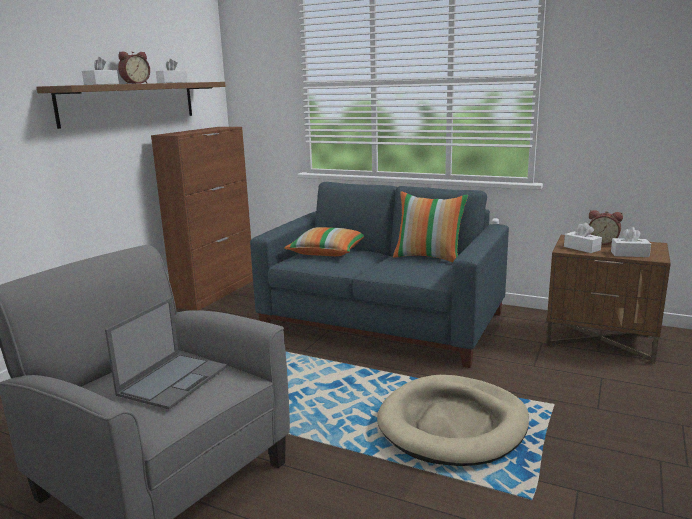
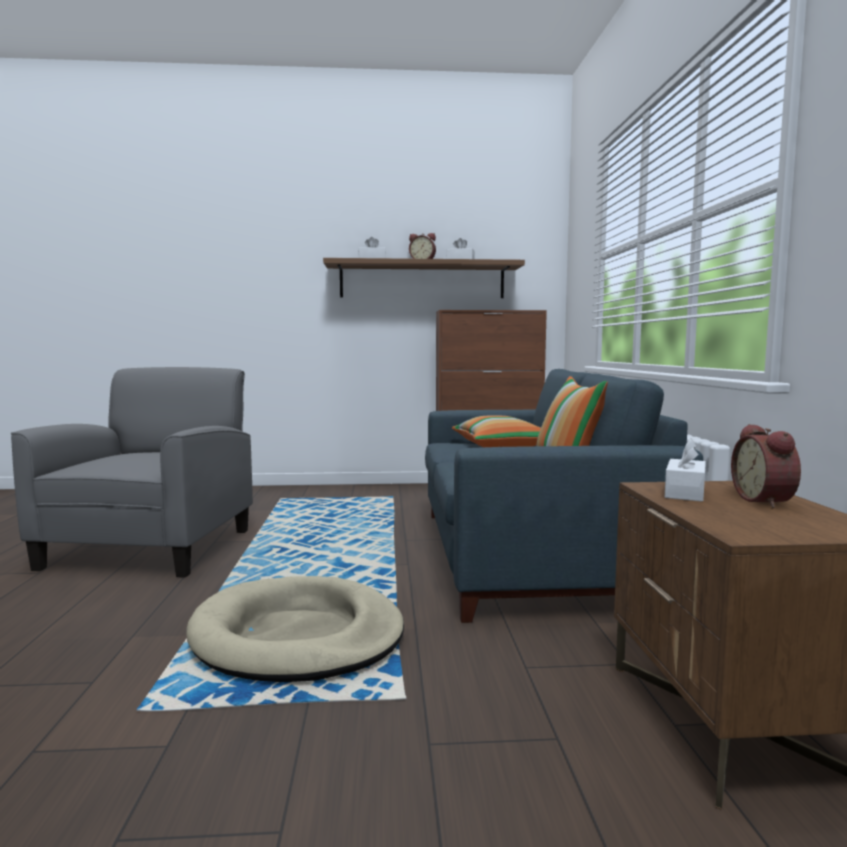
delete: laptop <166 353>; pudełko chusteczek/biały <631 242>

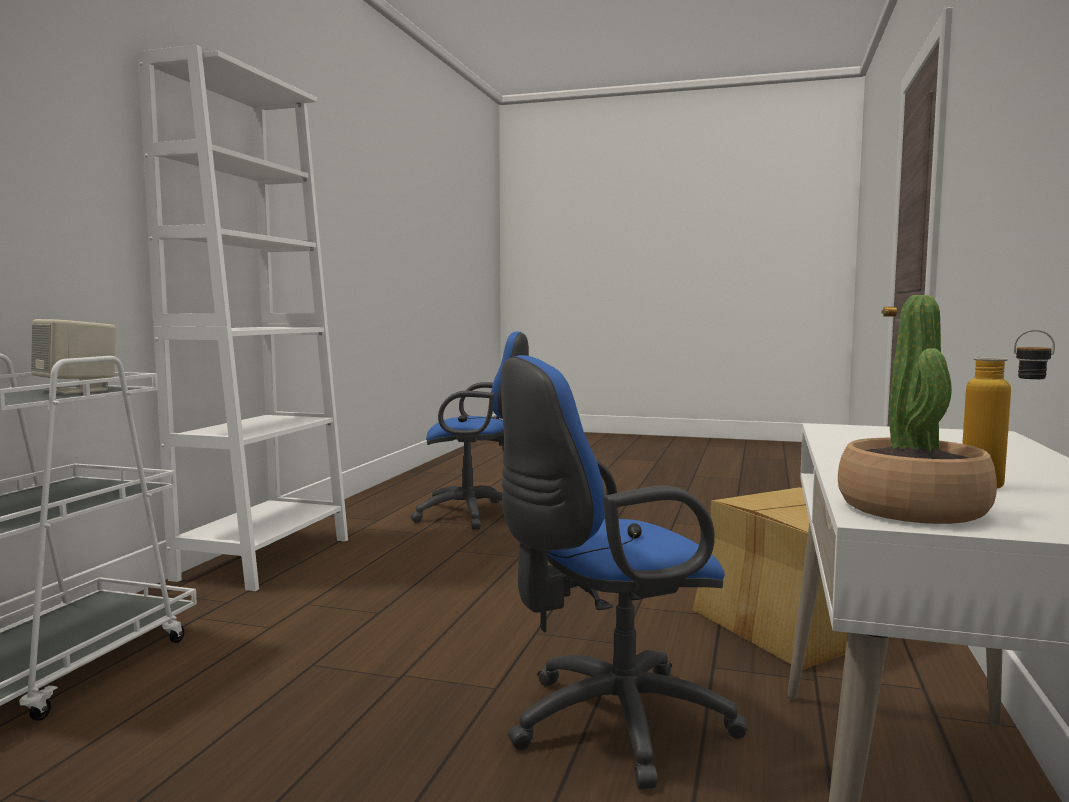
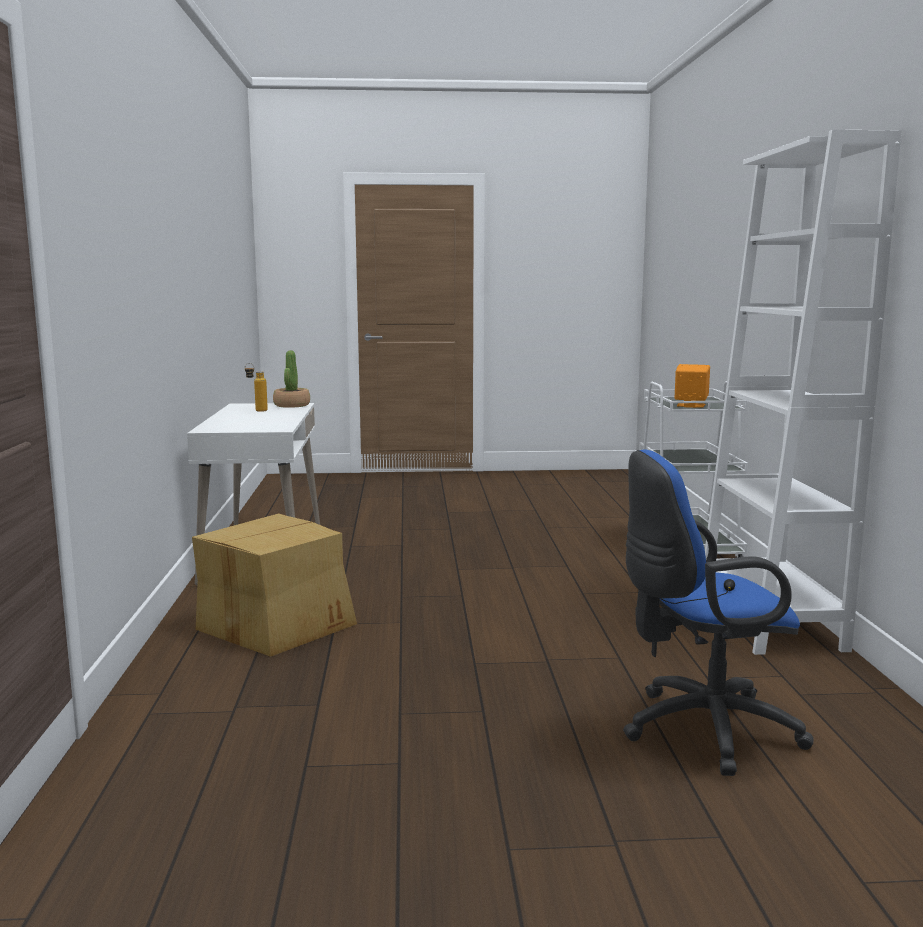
delete: krzesło biurowe/niebieski <624 572>
recolor: głośnik/beżowy <73 356> to głośnik/pomarańczowy <692 386>

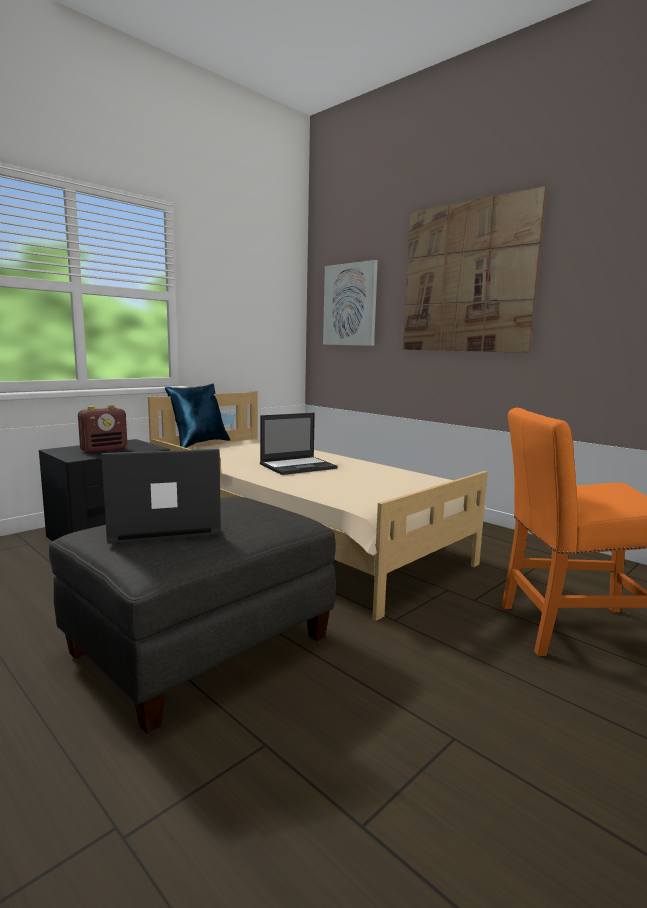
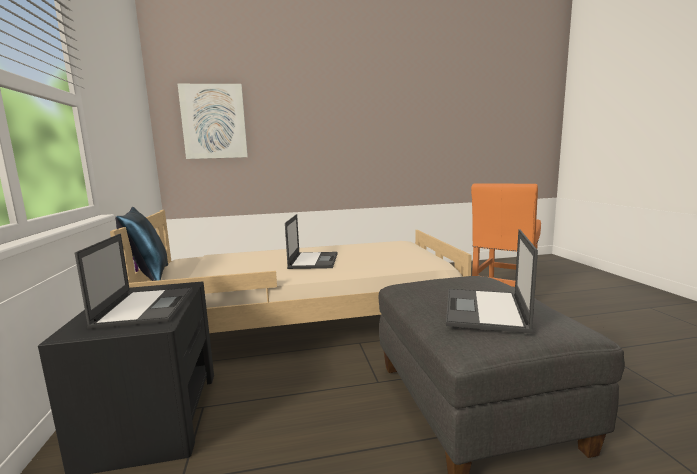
delete: obraz <474 269>
replace: radio <102 429> to laptop <133 281>

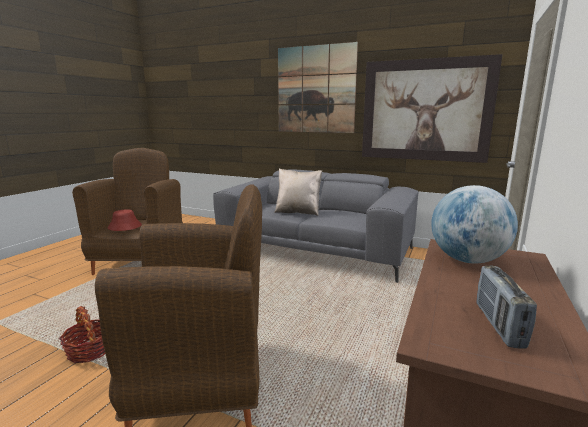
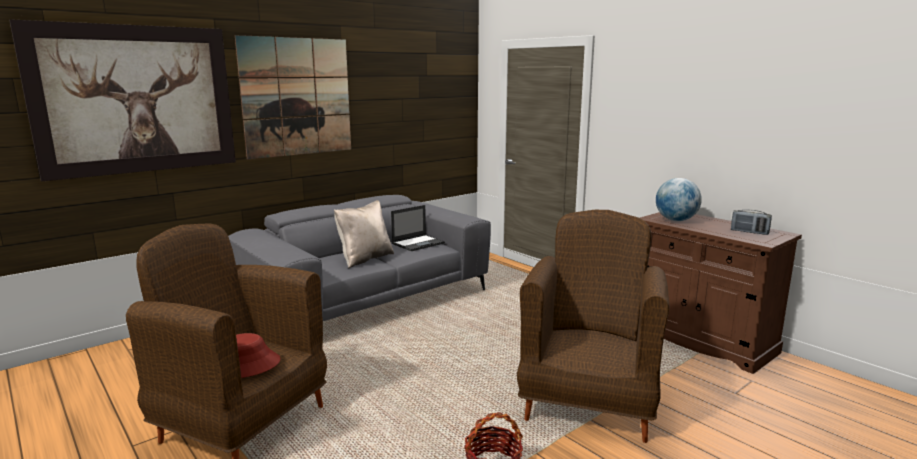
insert: laptop <418 228>
move: obraz <432 108> to <122 100>

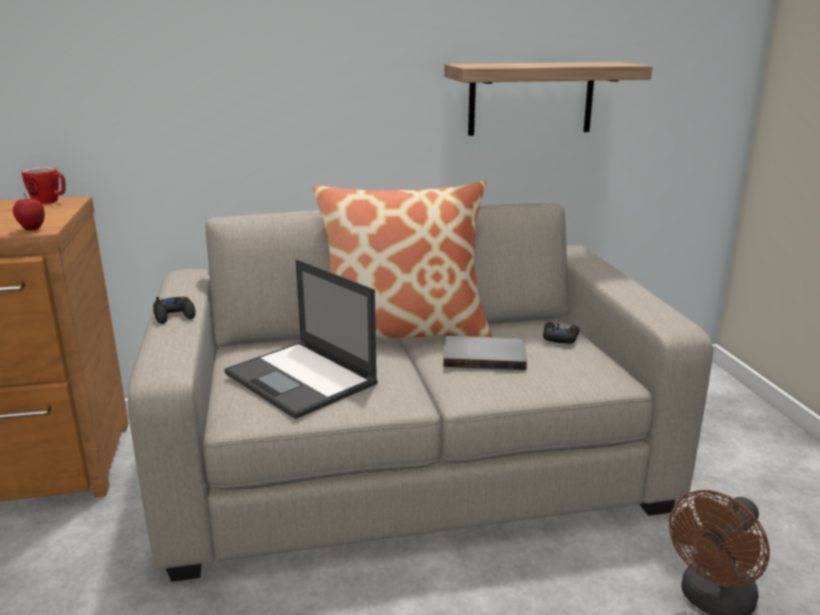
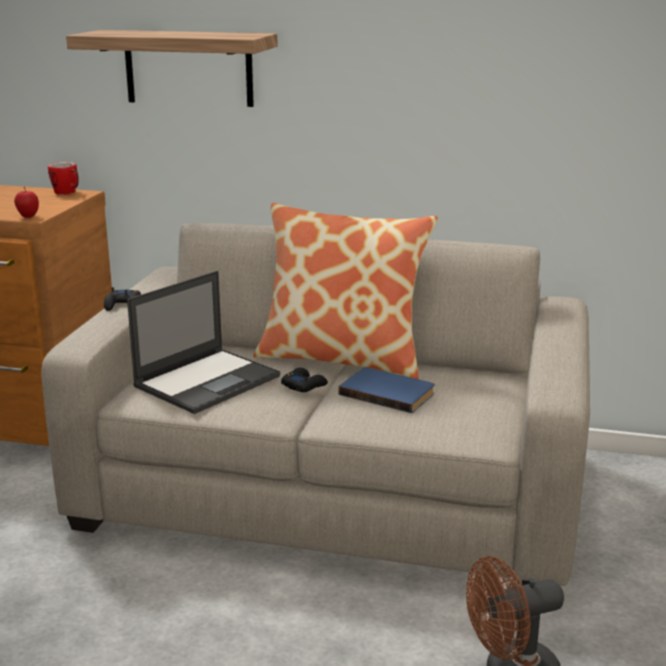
move: półka <548 99> to <171 68>; pad do gier/czarny <561 333> to <304 380>
recolor: książka/szary <485 353> to książka/niebieski <386 390>
rotate: laptop <301 339> = <203 342> 120 degrees counterclockwise

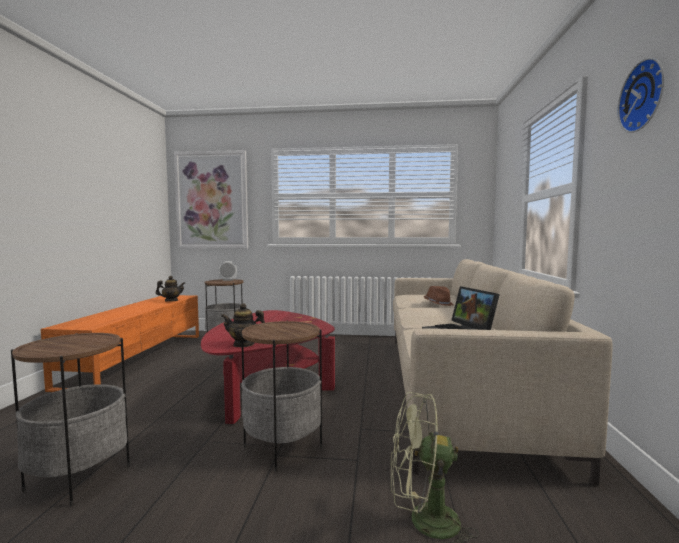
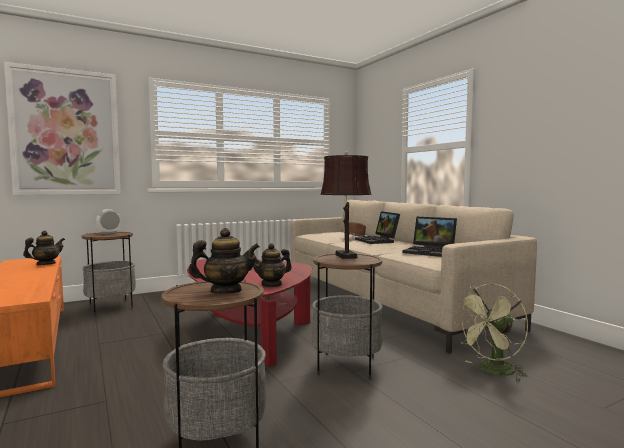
delete: zegar ścienny <640 95>
insert: imbryk <224 261>; lampa stołowa/brązowy <346 205>; laptop <377 227>

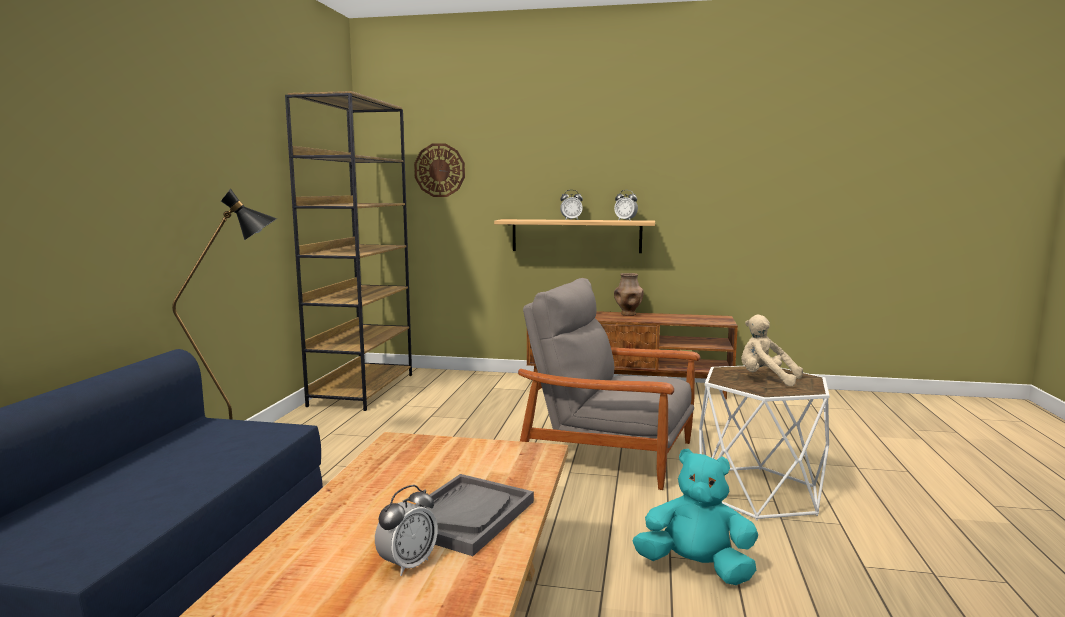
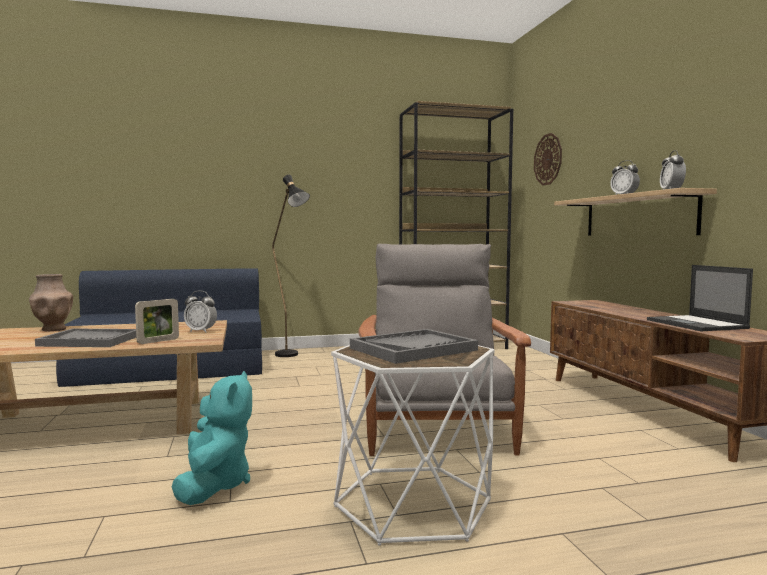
insert: ramka na zdjęcie <157 321>; laptop <700 298>
move: budzik <406 530> to <200 312>; wazon/brązowy <629 294> to <51 302>
replace: pluszak/beżowy <772 350> to taca/szary <414 346>

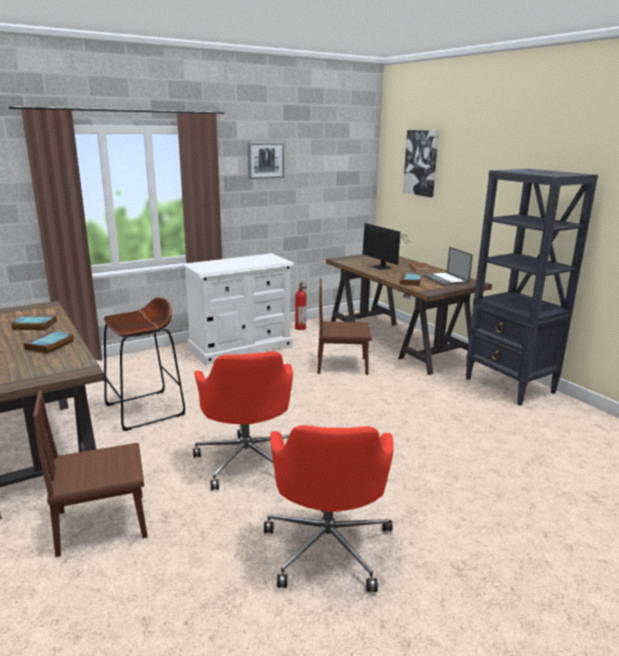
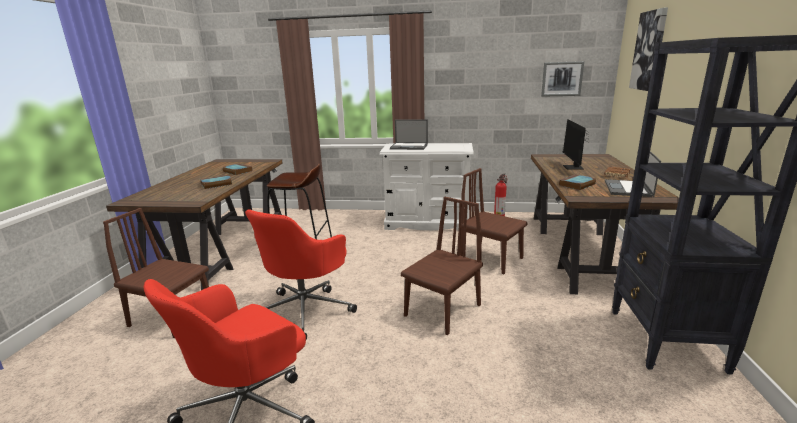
insert: laptop <409 135>; krzesło/brązowy <442 266>
move: obraz <266 160> to <562 79>

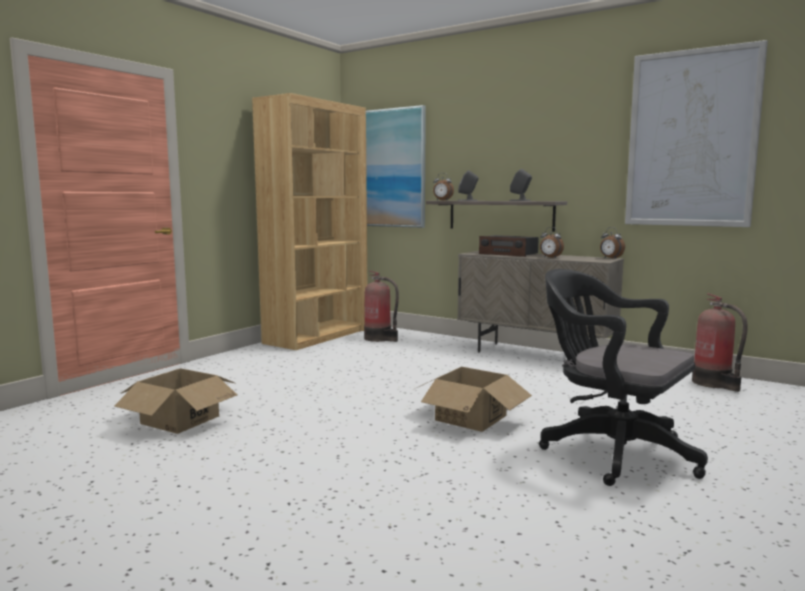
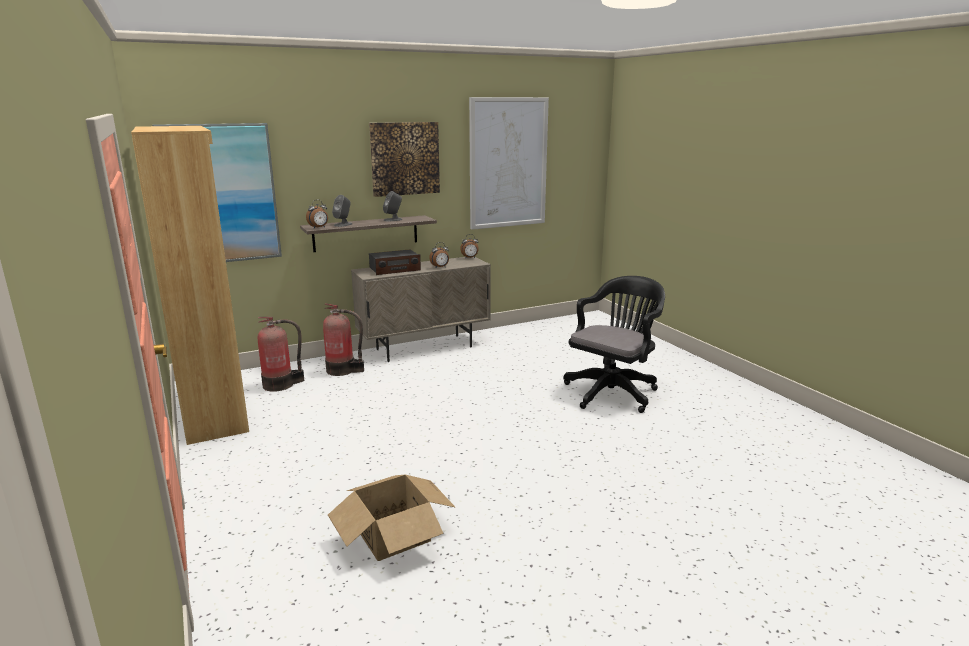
delete: karton <475 399>
insert: obraz <404 159>
move: gaśnica <720 342> to <343 339>
rotate: krzesło biurowe/czarny <623 377> = <614 344> 150 degrees clockwise

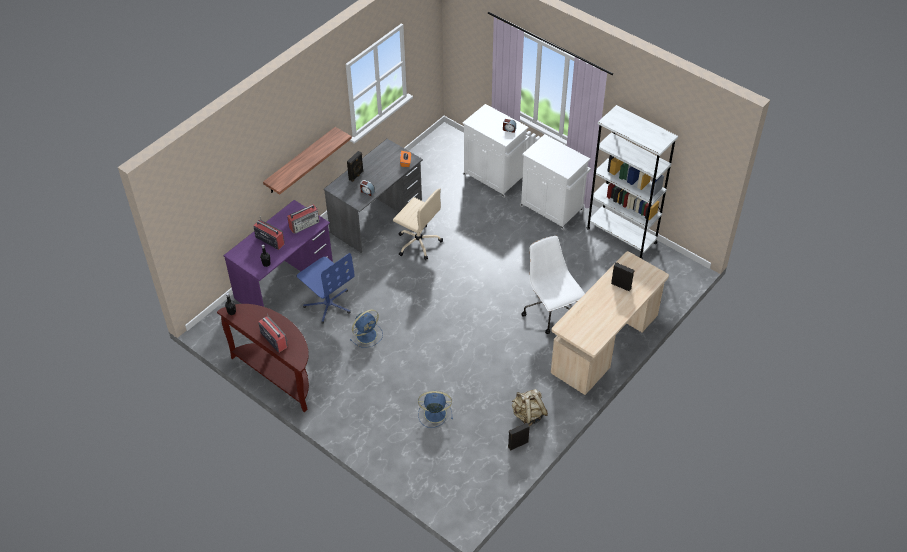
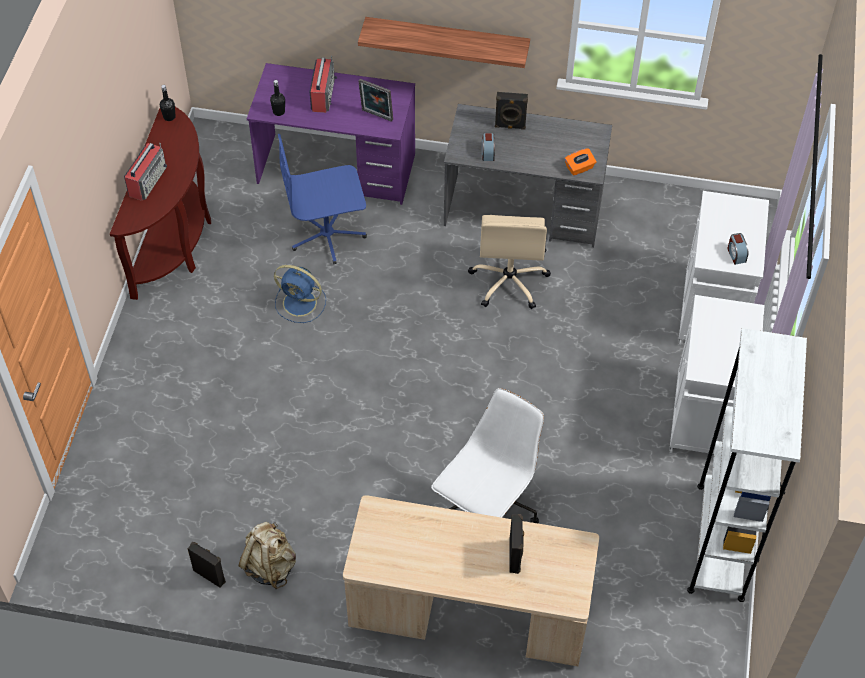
delete: wentylator/niebieski <435 409>
replace: radio <303 219> to ramka na zdjęcie <375 100>
rotate: krzesło biurowe/niebieski <326 288> = <322 199> 60 degrees clockwise

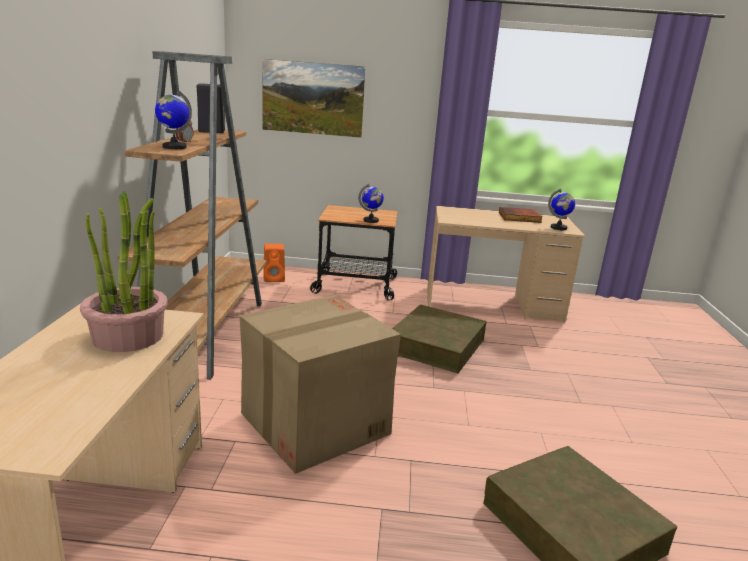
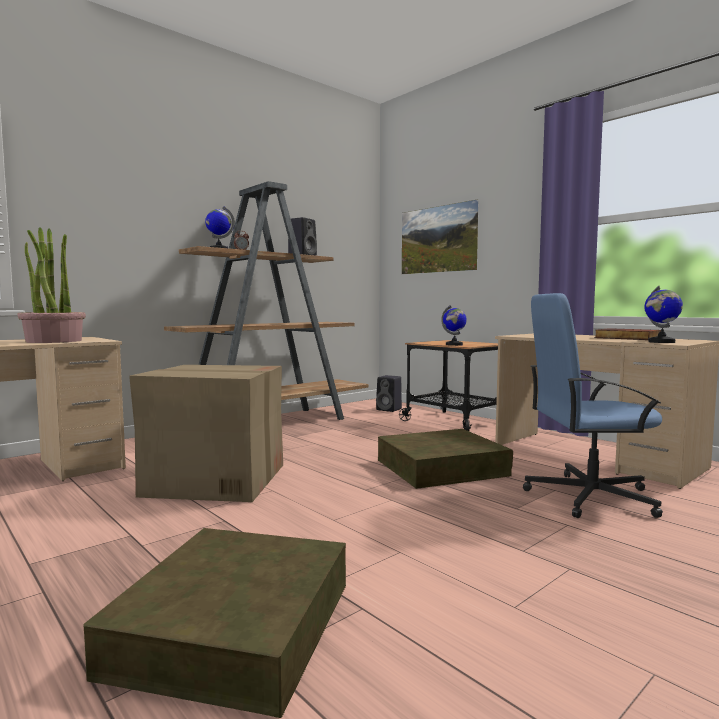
insert: krzesło biurowe/niebieski <593 405>
recolor: głośnik/pomarańczowy <274 263> to głośnik/czarny <389 393>

